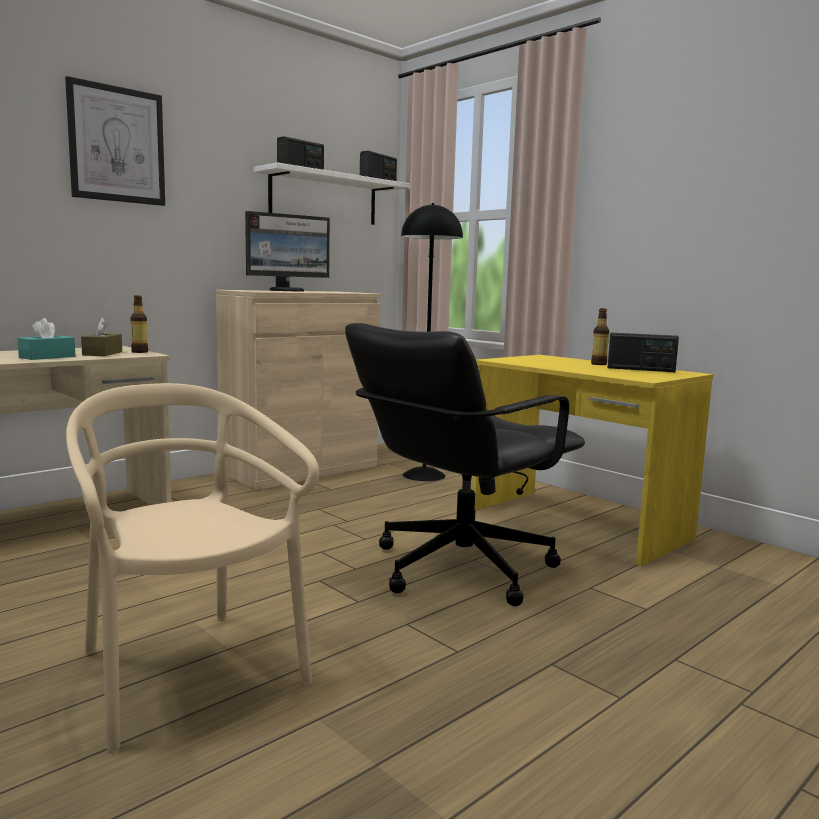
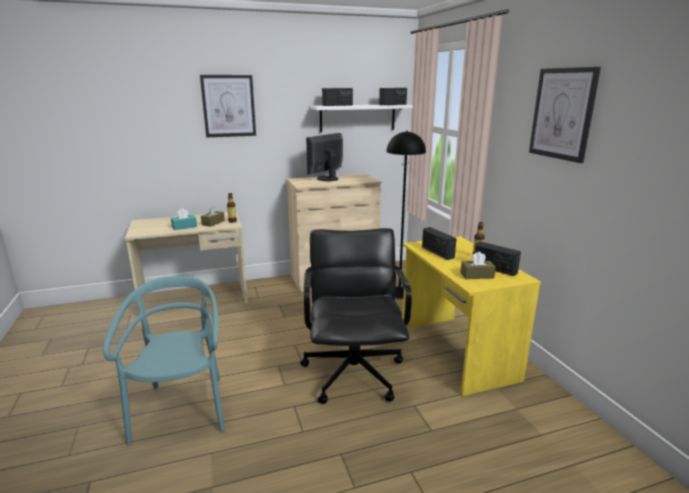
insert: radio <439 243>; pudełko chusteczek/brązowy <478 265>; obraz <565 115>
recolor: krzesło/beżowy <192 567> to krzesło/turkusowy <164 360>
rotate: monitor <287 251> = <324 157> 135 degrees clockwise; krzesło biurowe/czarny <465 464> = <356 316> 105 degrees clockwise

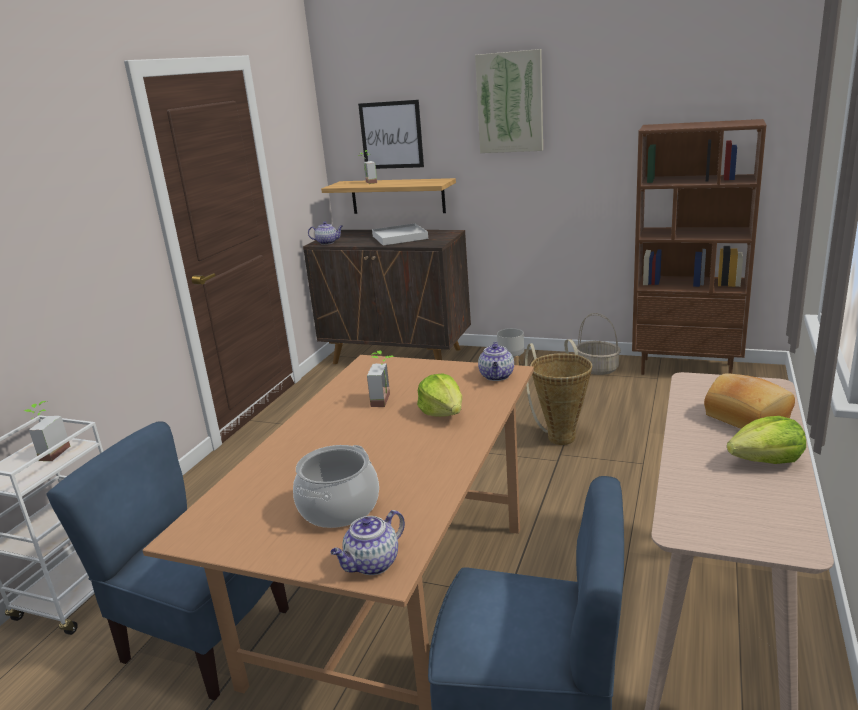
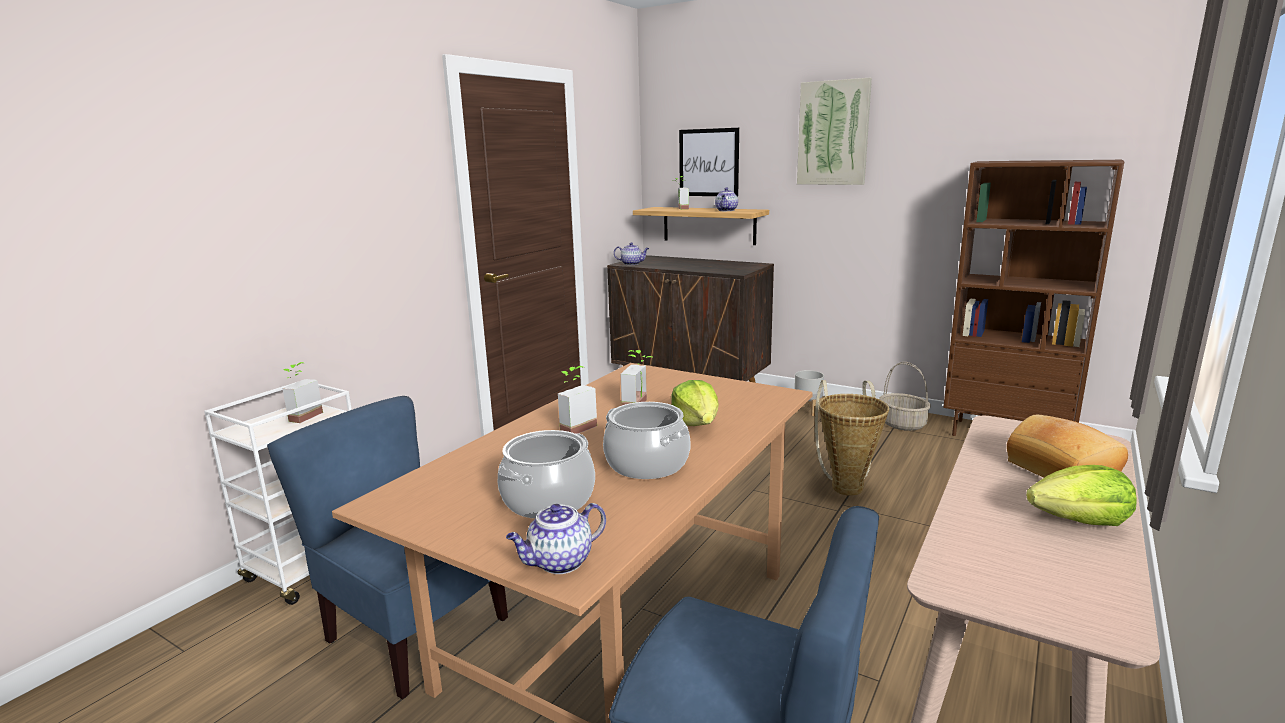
delete: taca/biały <400 234>
insert: roślina doniczkowa <577 400>; garnek <647 440>
move: imbryk <496 361> to <726 199>

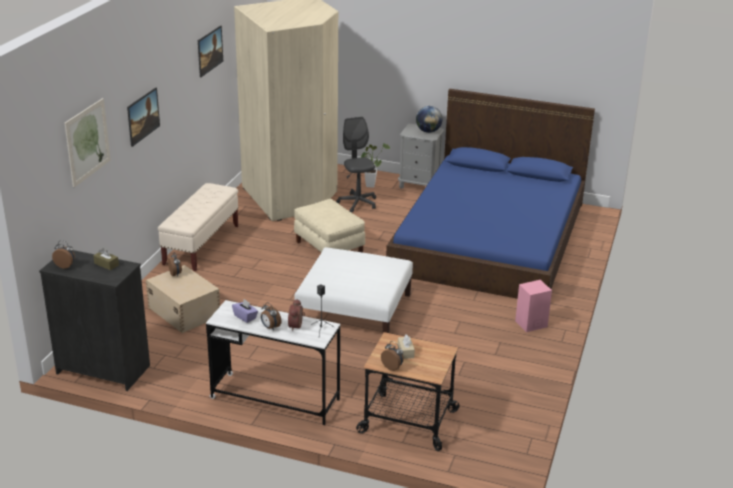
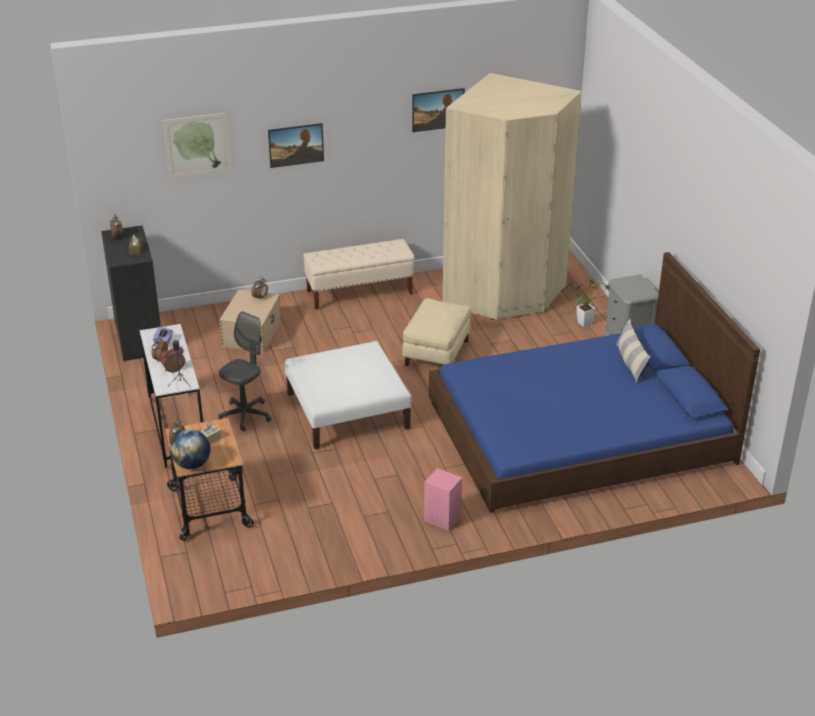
insert: poduszka <633 351>
move: krzesło biurowe/szary <356 165> to <244 371>; globus <429 119> to <191 449>

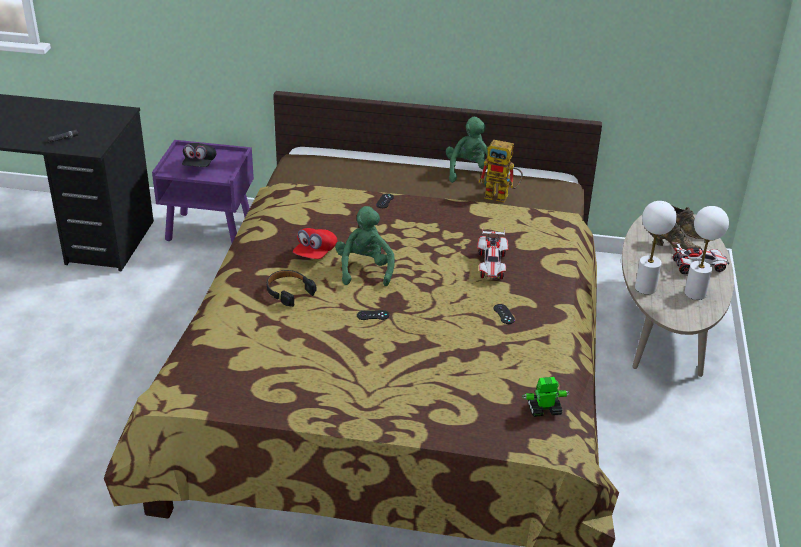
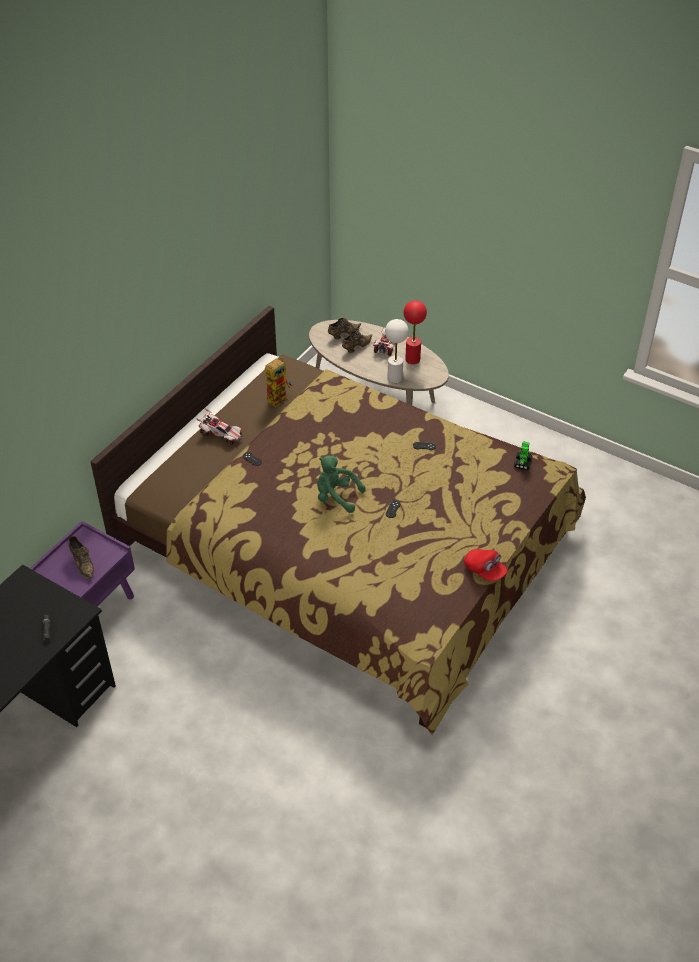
delete: słuchawki/czarny <292 288>; pluszak/zielony <467 151>
move: czapka z daszkiem/czerwony <315 243> to <486 565>; samochodzik <493 254> to <219 427>
replace: czapka z daszkiem/czarny <199 155> to but/brązowy <81 557>
recolor: lampa stołowa/biały <706 253> to lampa stołowa/czerwony <415 332>

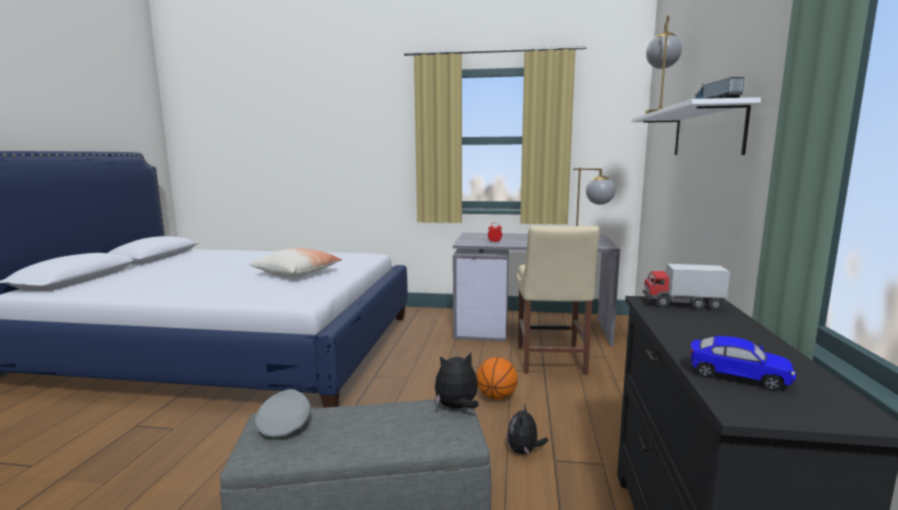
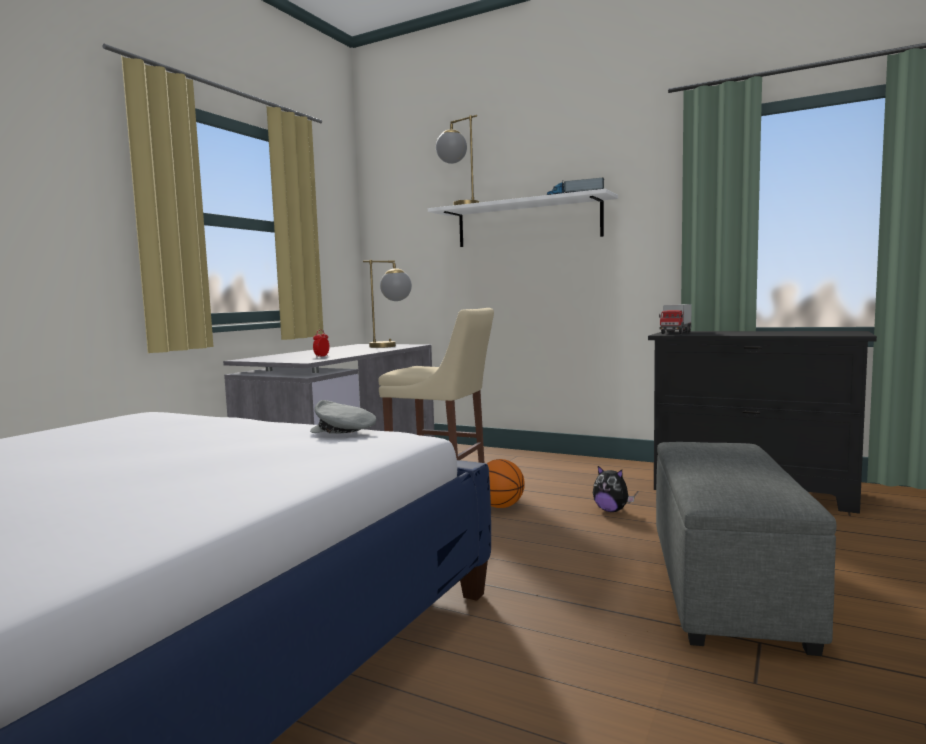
delete: poduszka <296 263>; pluszak <456 380>; samochodzik <743 363>
move: czapka z daszkiem/szary <282 413> to <343 417>

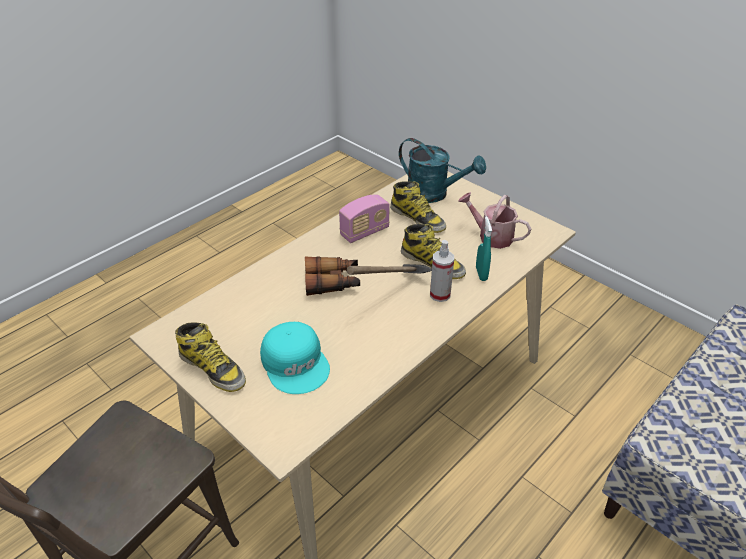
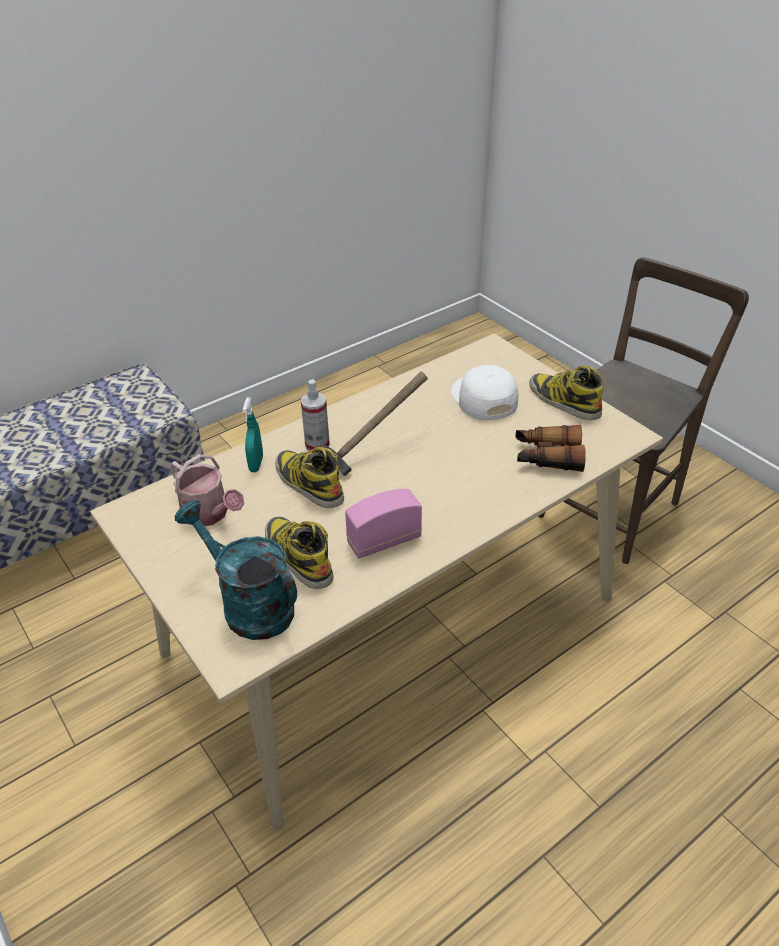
move: lornetka <332 276> to <550 448>
recolor: czapka z daszkiem/turkusowy <295 358> to czapka z daszkiem/biały <484 392>

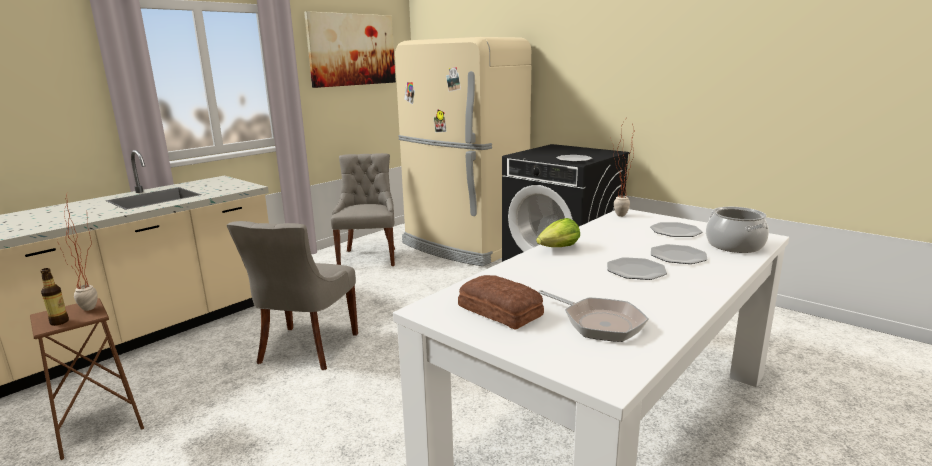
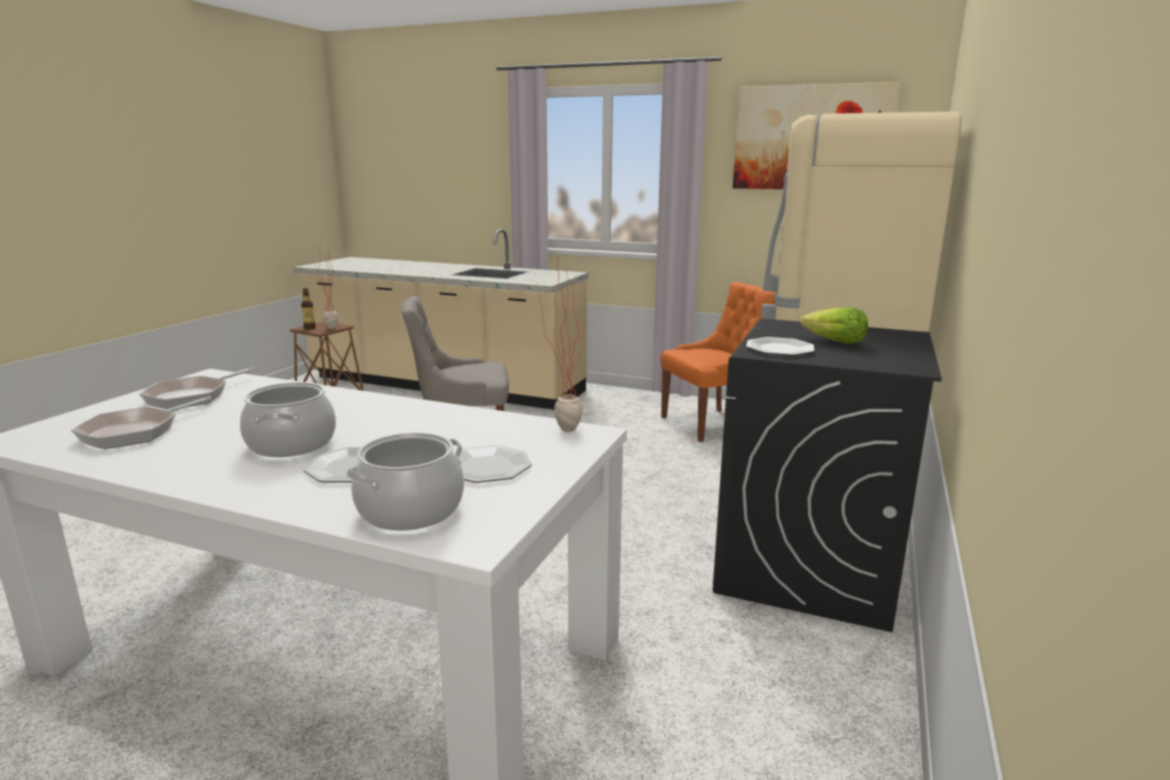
move: sałata <558 232> to <834 325>
replace: chleb <501 302> to patelnia <196 388>; talerz <637 268> to garnek <288 419>
recolor: krzesło/szary <363 209> to krzesło/pomarańczowy <718 362>

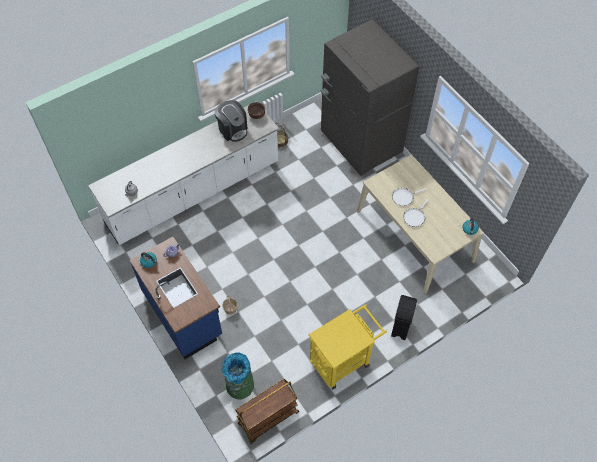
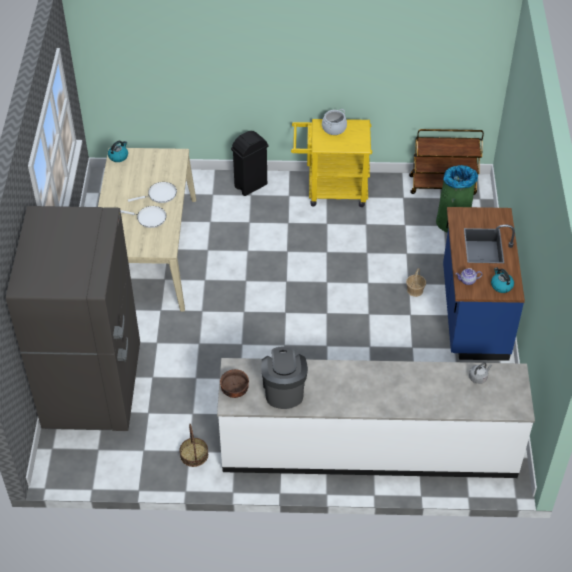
insert: garnek <334 122>

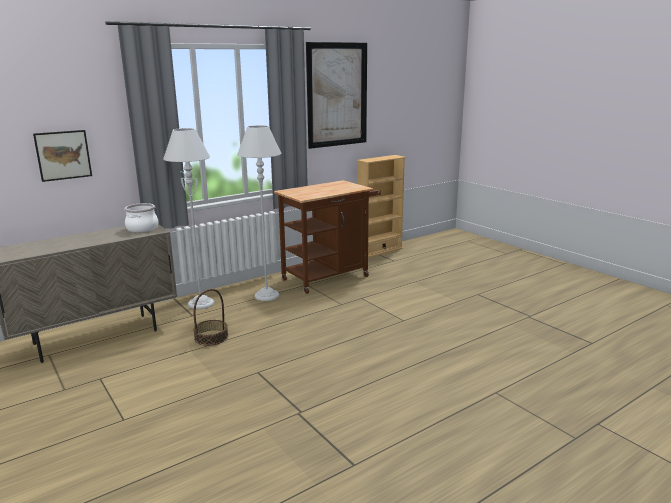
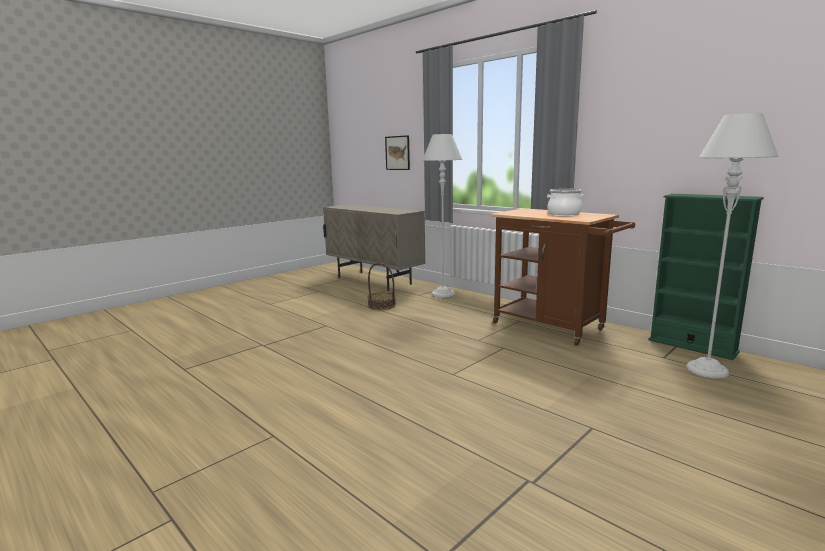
delete: obraz <336 95>
move: garnek <141 217> to <565 202>; lampa stojąca/szary <259 213> to <732 245>
recolor: regał/beżowy <381 206> to regał/zielony <706 277>

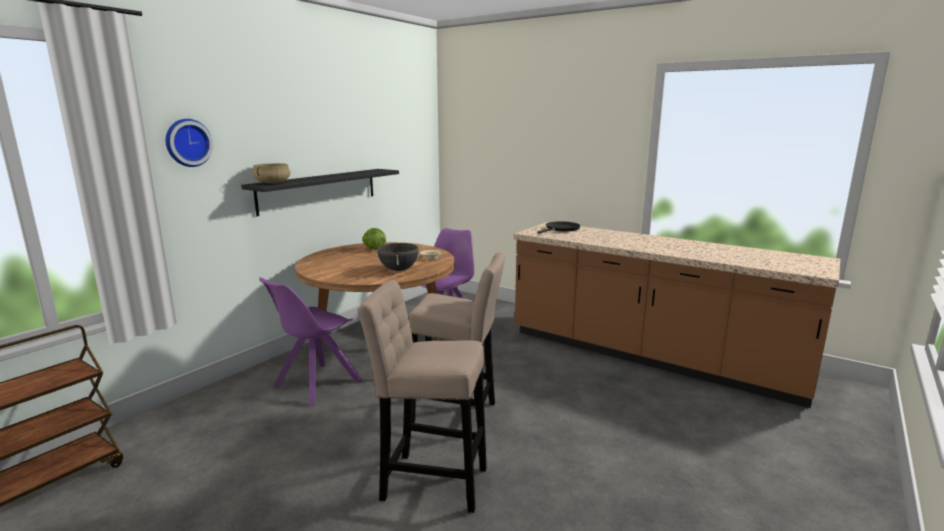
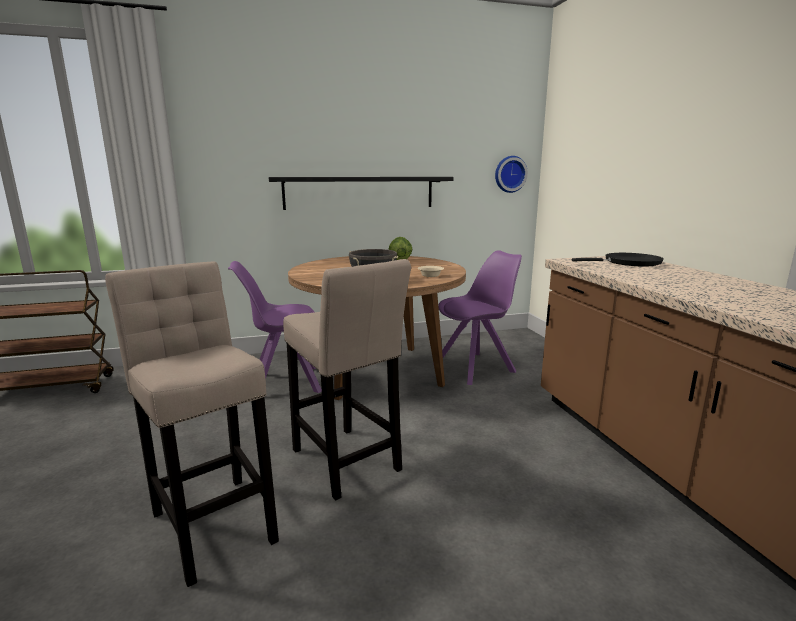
delete: garnek/beżowy <271 173>
move: zegar ścienny <189 143> to <511 174>

